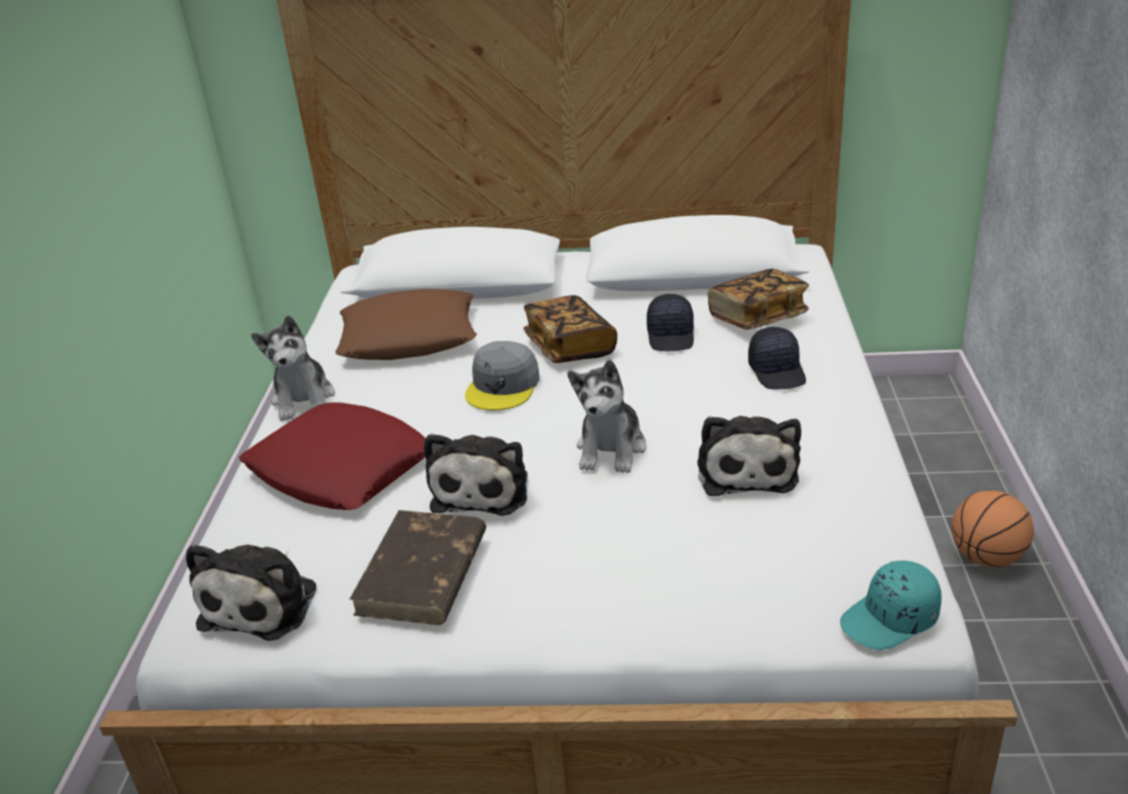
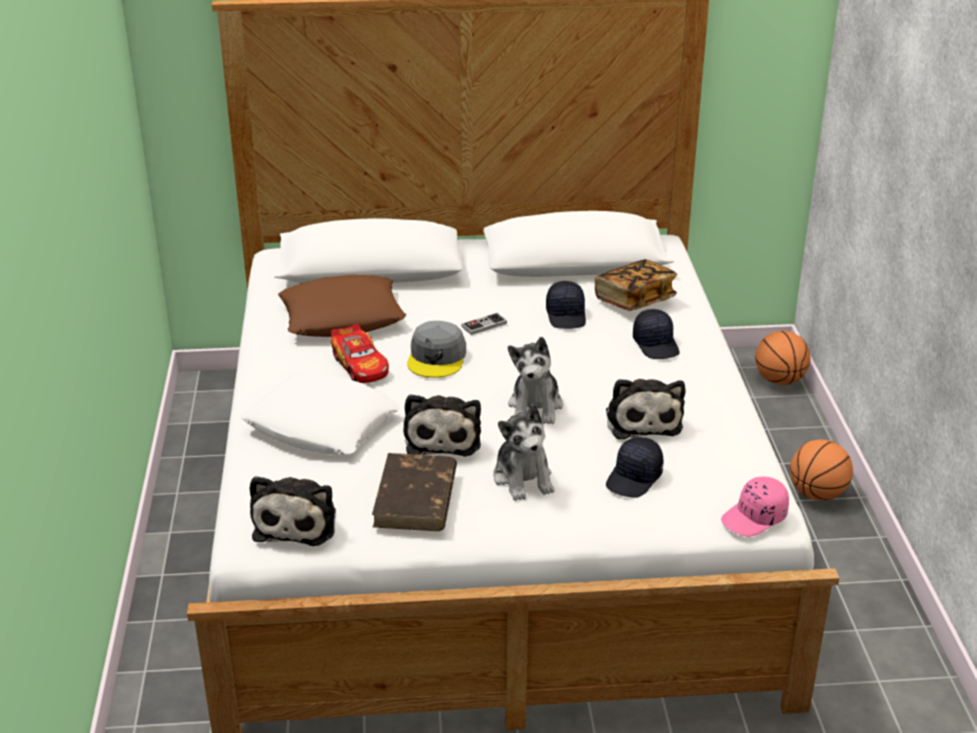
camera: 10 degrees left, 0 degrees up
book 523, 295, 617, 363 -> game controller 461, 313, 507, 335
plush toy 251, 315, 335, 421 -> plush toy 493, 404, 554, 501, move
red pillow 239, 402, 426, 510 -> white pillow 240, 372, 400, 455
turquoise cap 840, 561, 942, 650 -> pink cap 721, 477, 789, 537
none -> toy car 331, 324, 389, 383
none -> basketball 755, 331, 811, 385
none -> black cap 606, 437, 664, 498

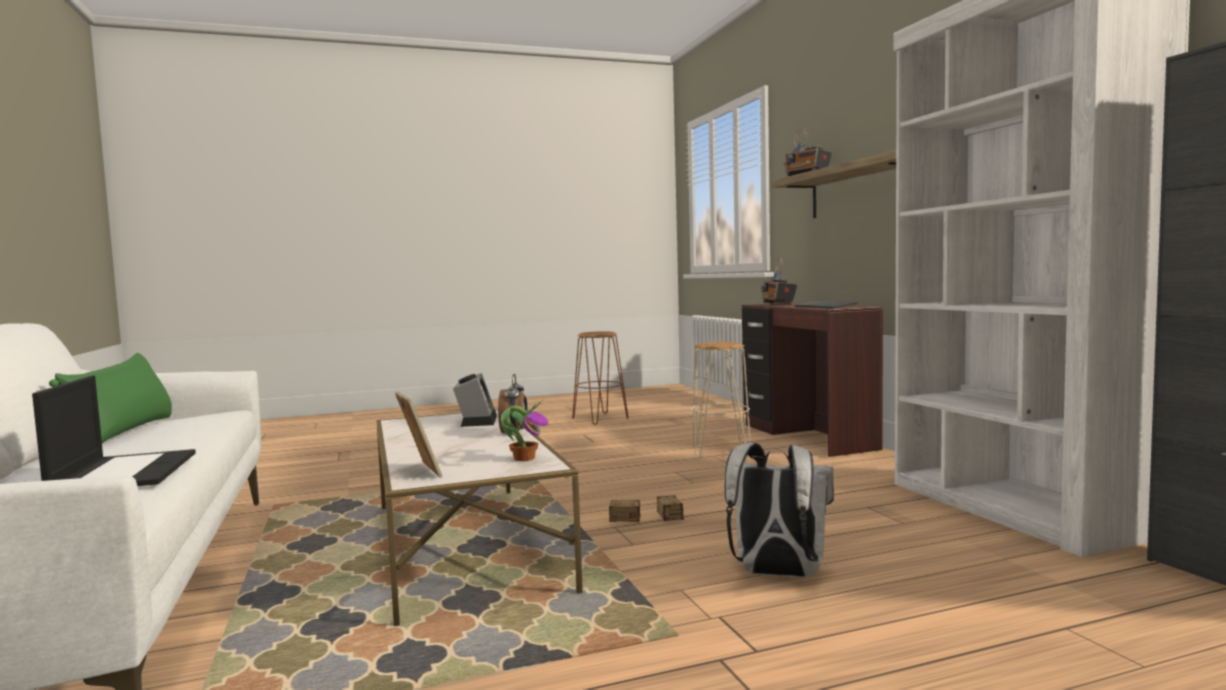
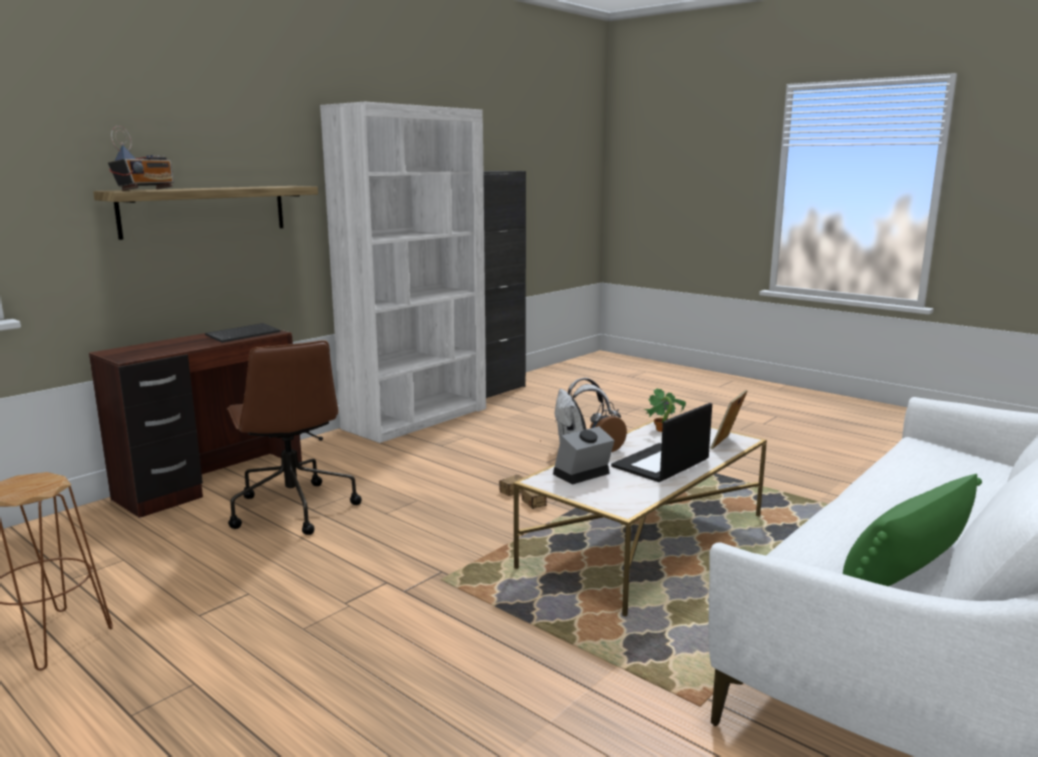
camera: 120 degrees left, 10 degrees up
radio 761, 256, 798, 305 -> none
beige stool 691, 342, 751, 459 -> brown office chair 227, 340, 362, 535
laptop 32, 376, 196, 486 -> laptop 611, 403, 712, 482, move

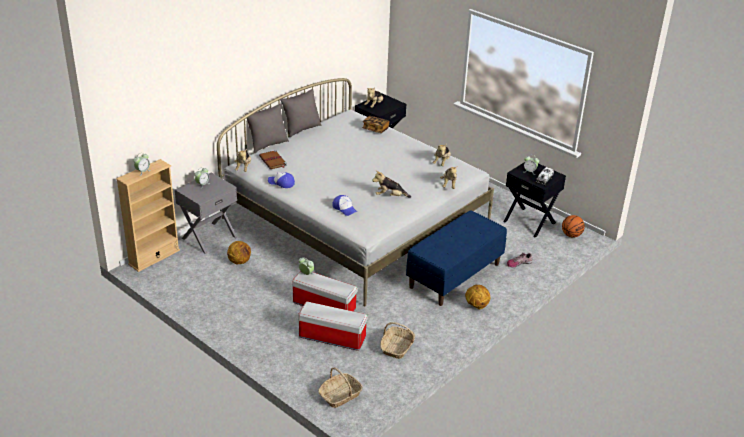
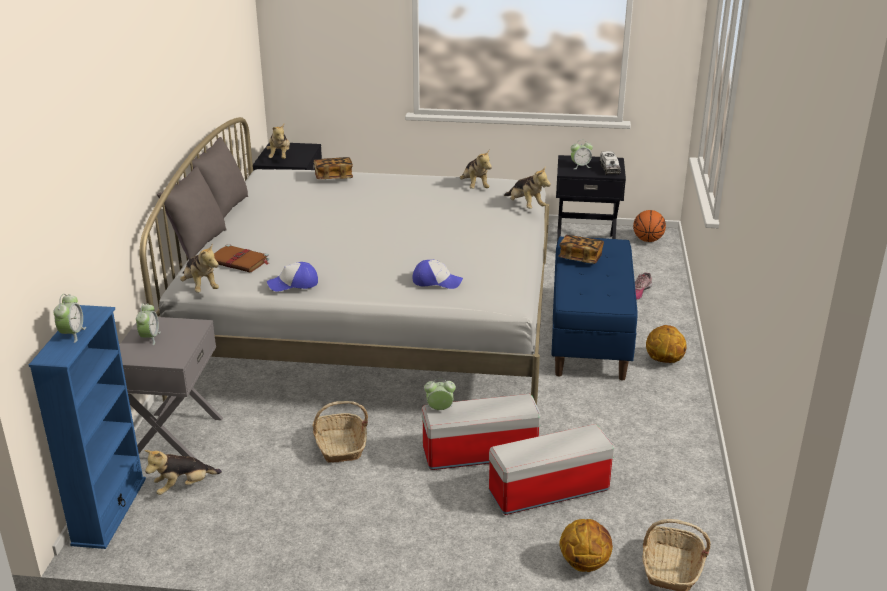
camera: 35 degrees left, 5 degrees down
beige bookcase 116, 159, 180, 272 -> blue bookcase 29, 305, 146, 549
plush toy 372, 170, 411, 198 -> plush toy 144, 450, 222, 495, move
basketball 227, 241, 251, 265 -> basketball 559, 519, 613, 572, move
basket 380, 322, 415, 359 -> basket 312, 401, 368, 463, move
none -> book 558, 235, 604, 264

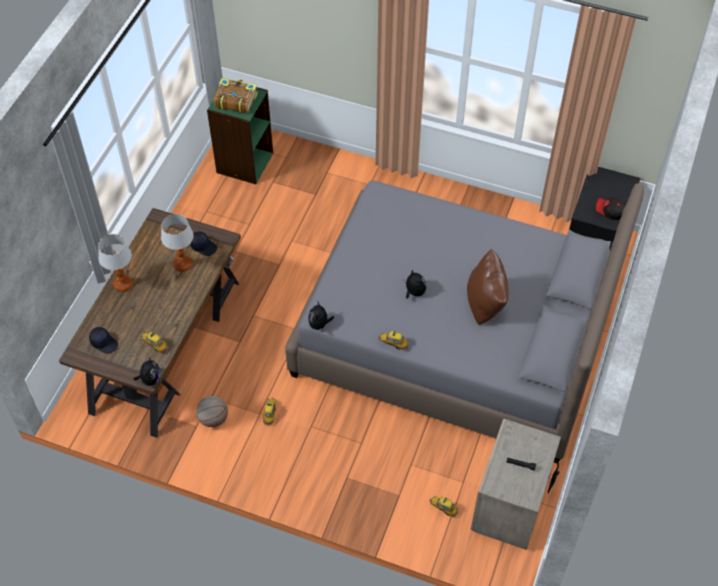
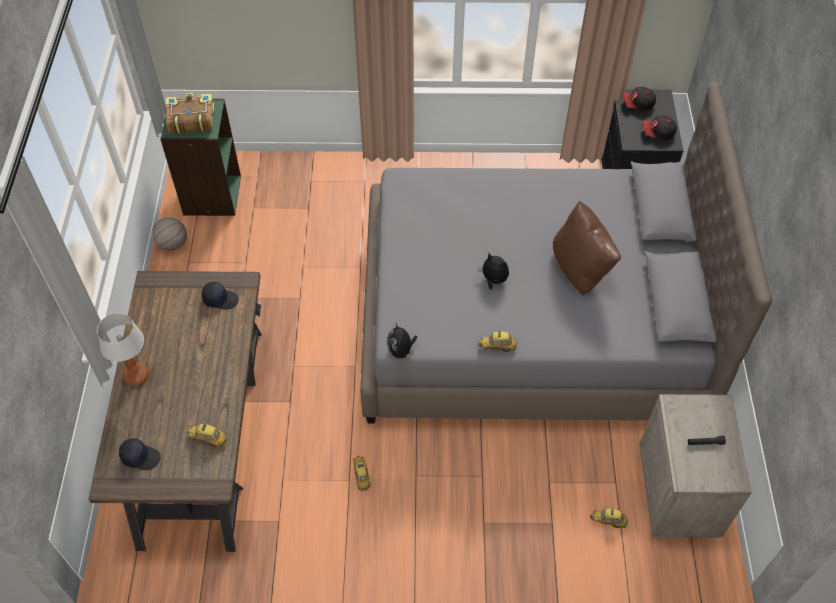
camera: 20 degrees left, 0 degrees up
table lamp 161, 214, 194, 272 -> none
plush toy 134, 357, 160, 386 -> none
basketball 196, 396, 228, 427 -> basketball 153, 217, 187, 251, move
none -> cap 623, 87, 656, 111

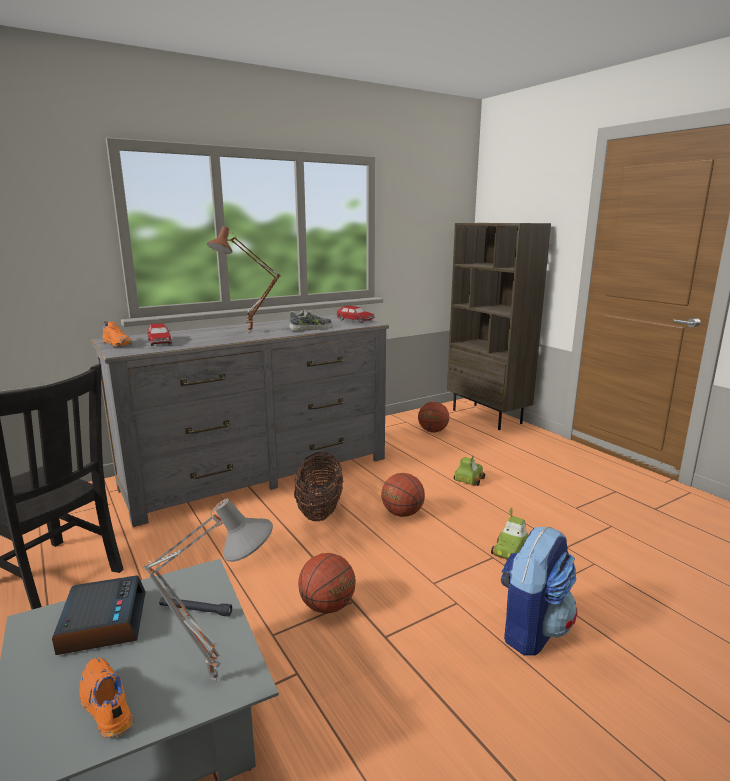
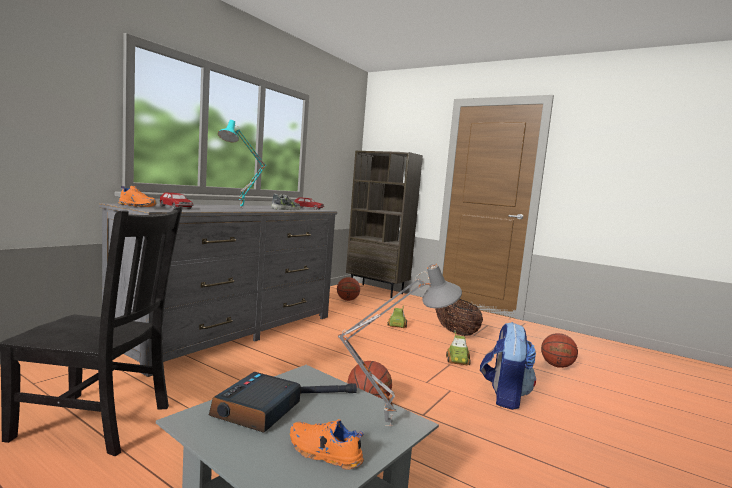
camera: 25 degrees left, 10 degrees down
brown table lamp 207, 226, 281, 331 -> turquoise table lamp 218, 120, 267, 206
basket 294, 452, 343, 521 -> basket 435, 299, 483, 336, move
basketball 381, 473, 425, 517 -> basketball 541, 333, 578, 368, move
alarm clock 52, 575, 146, 655 -> alarm clock 209, 372, 301, 433, 120 degrees counterclockwise

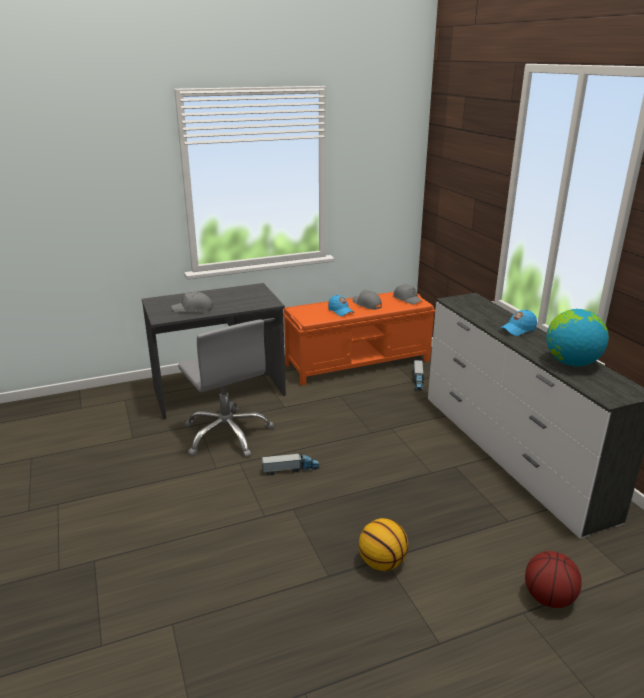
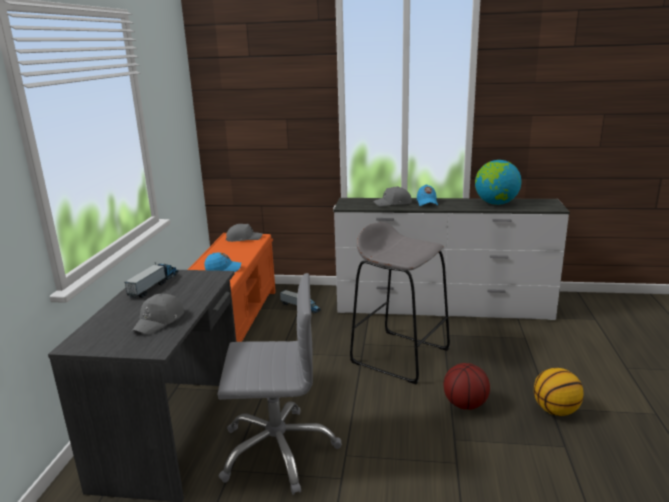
camera: 60 degrees left, 5 degrees down
grey cap 352, 290, 382, 310 -> grey cap 373, 186, 412, 207, move
toy truck 261, 452, 319, 475 -> toy truck 125, 263, 179, 298, move
basketball 525, 551, 582, 608 -> basketball 444, 363, 490, 410, move
none -> grey stool 350, 222, 450, 384

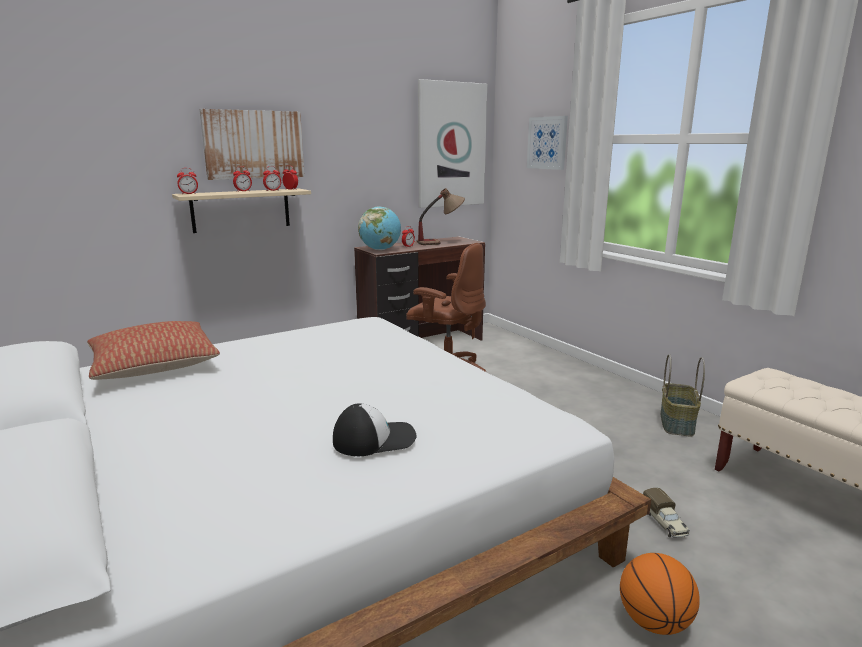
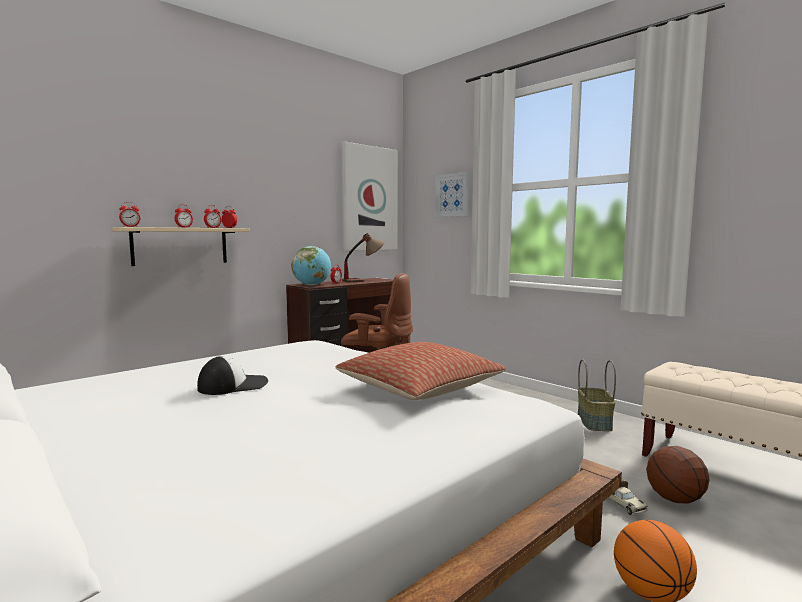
camera: 10 degrees left, 10 degrees down
picture 199, 109, 305, 180 -> none
pillow 87, 321, 220, 380 -> pillow 335, 342, 506, 400, move
cap 333, 404, 416, 456 -> cap 197, 356, 268, 395, move
none -> basketball 646, 446, 710, 504

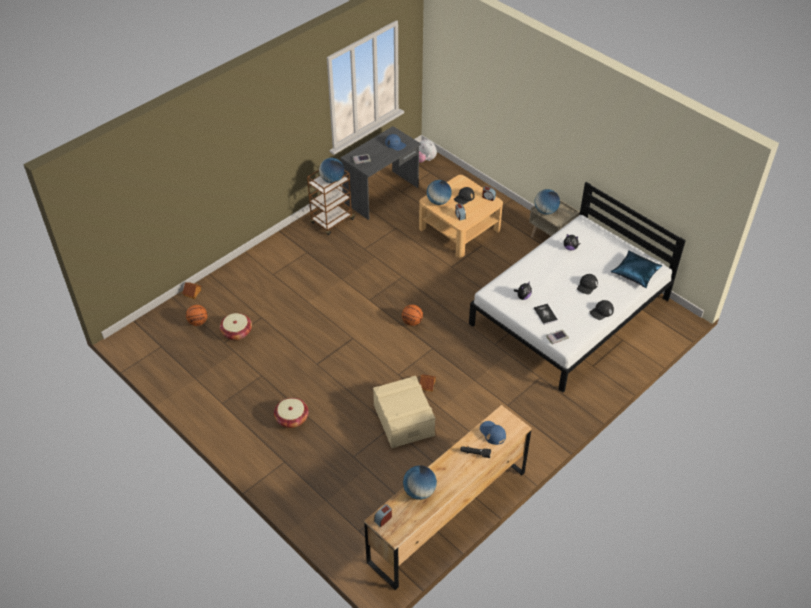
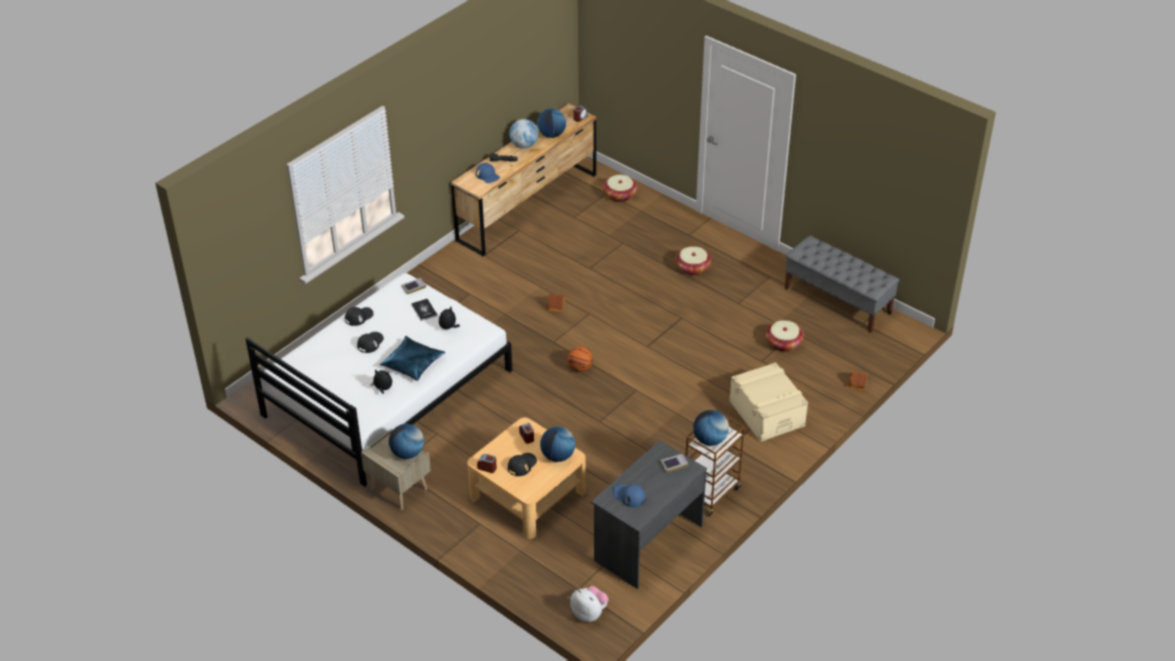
camera: 175 degrees right, 5 degrees down
blue pillow 611, 251, 662, 288 -> blue pillow 380, 336, 445, 381, move
basketball 186, 305, 208, 326 -> none
beige storage box 373, 376, 435, 448 -> beige storage box 729, 362, 808, 442, move
none -> globe 509, 119, 539, 148
none -> basket 603, 175, 637, 202
none -> grey bench 785, 235, 899, 333

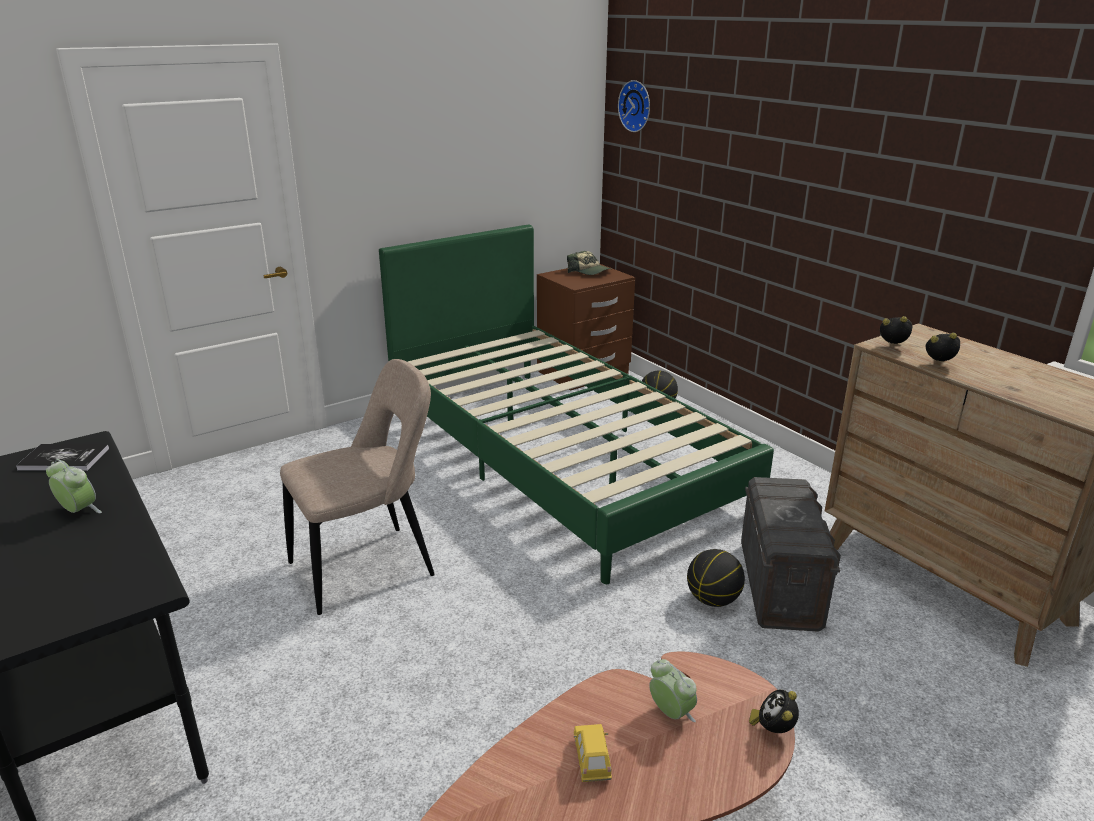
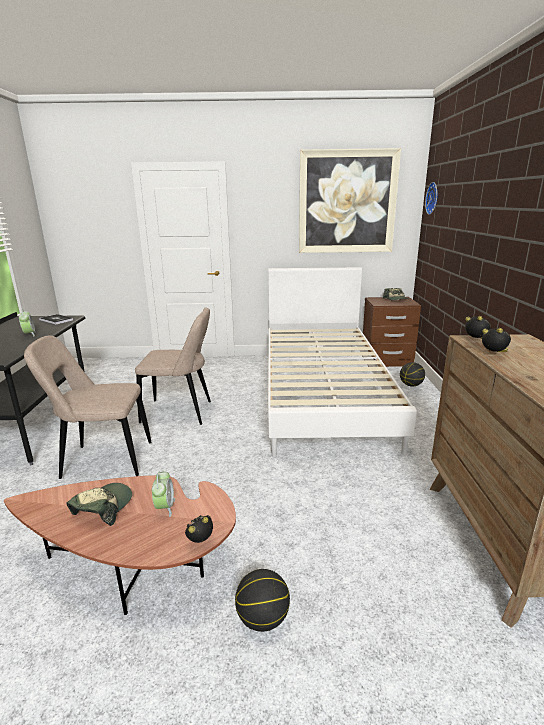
camera: 35 degrees right, 5 degrees down
green bed 379, 225, 774, 584 -> white bed 268, 267, 417, 457
grey storage box 741, 477, 841, 632 -> none
basketball 687, 549, 745, 607 -> basketball 235, 569, 290, 632, move
yellow toy car 574, 724, 612, 782 -> cap 67, 483, 132, 526
none -> picture 299, 148, 401, 253
none -> beige chair 24, 335, 152, 479

